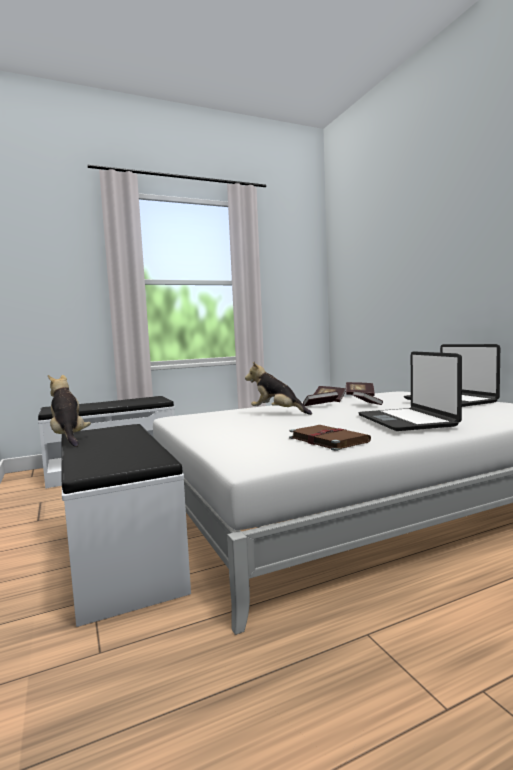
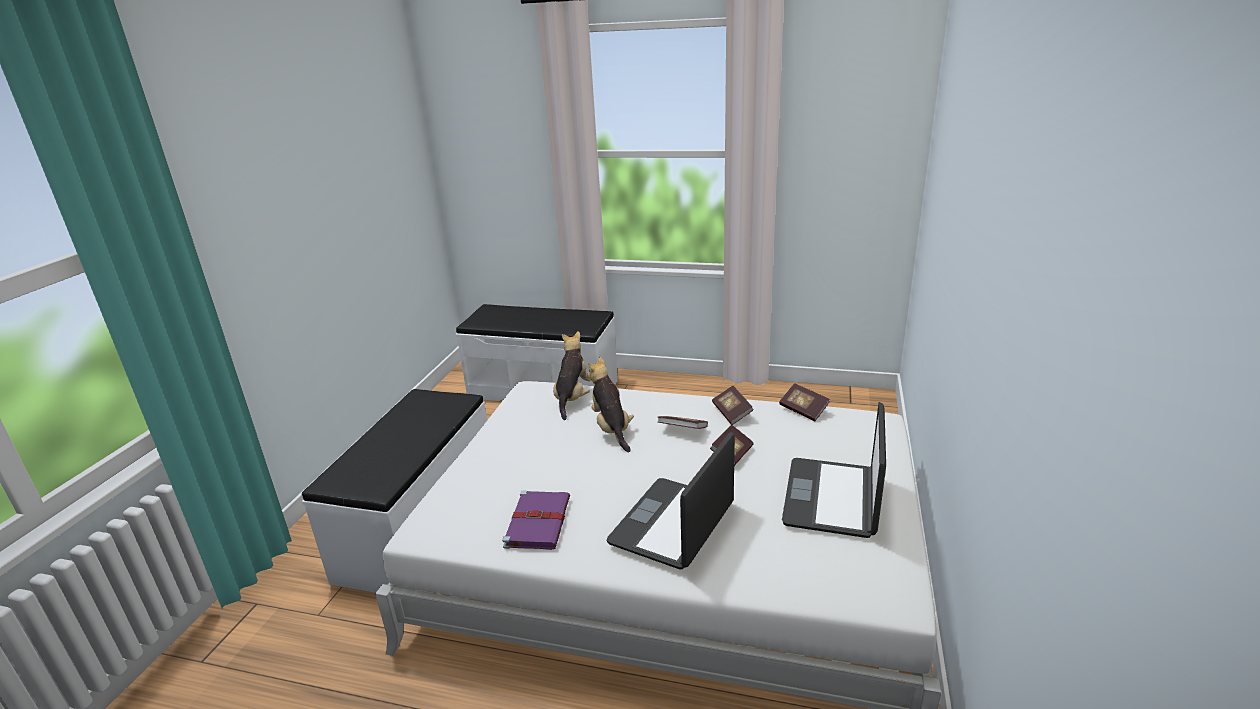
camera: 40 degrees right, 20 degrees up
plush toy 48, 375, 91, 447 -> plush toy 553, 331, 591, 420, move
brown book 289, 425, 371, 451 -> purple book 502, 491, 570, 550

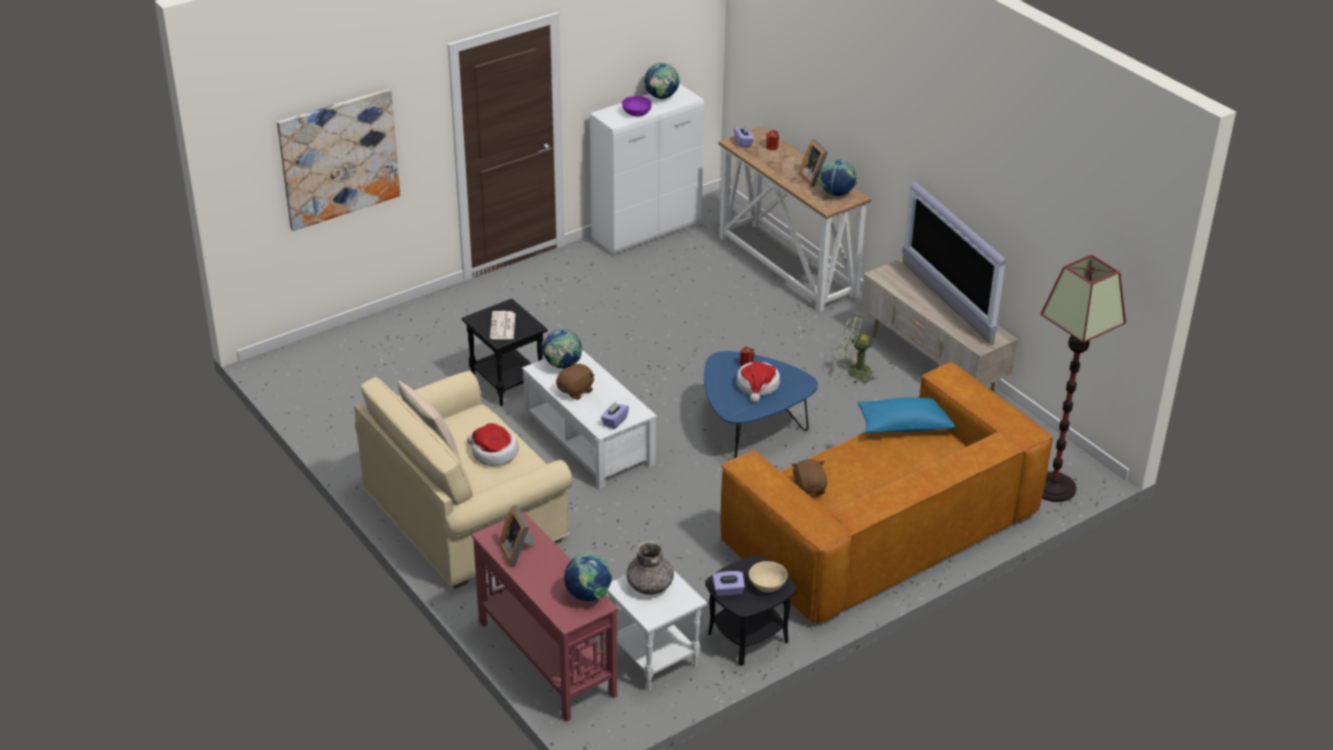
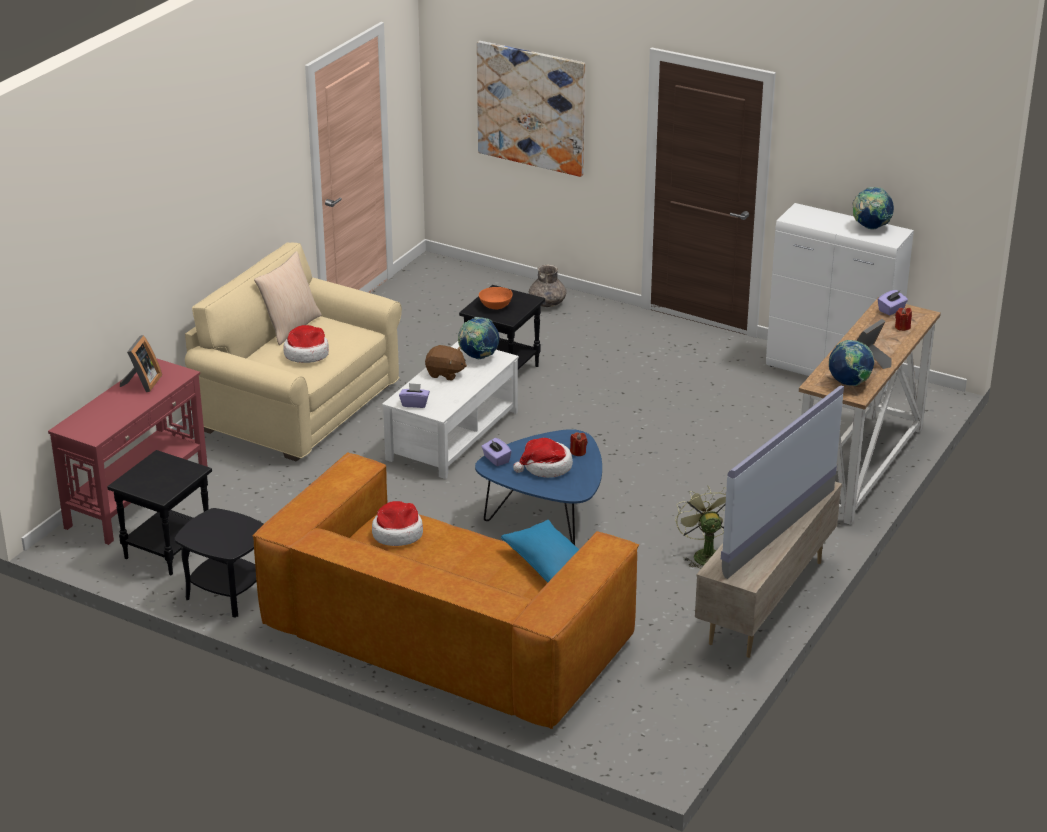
camera: 65 degrees right, 5 degrees down
purple bowl 622, 96, 652, 116 -> none
floor lamp 1041, 255, 1126, 502 -> none
newspaper 490, 311, 516, 339 -> orange bowl 479, 287, 513, 309
brown plush toy 792, 459, 827, 495 -> hat 372, 501, 423, 546
picture frame 499, 505, 535, 567 -> picture frame 120, 335, 162, 392, 150 degrees clockwise
grey vase 626, 541, 674, 595 -> grey vase 529, 264, 566, 307, move
globe 564, 552, 612, 602 -> none
beige bowl 749, 561, 788, 592 -> none
white side table 607, 571, 707, 690 -> black side table 107, 450, 212, 575
purple tissue box 712, 571, 745, 596 -> purple tissue box 481, 438, 512, 466, move

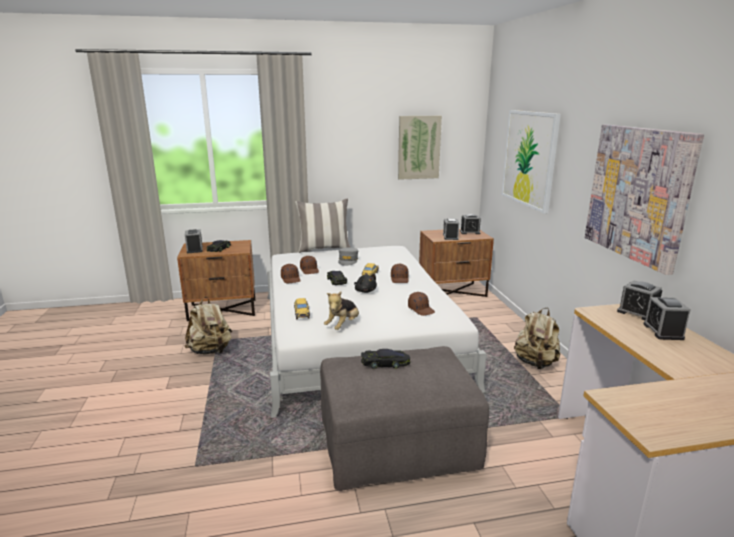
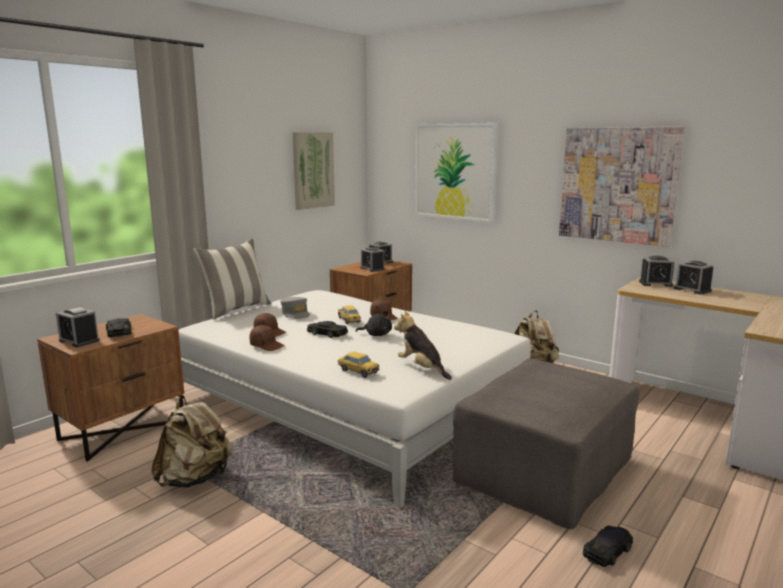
camera: 40 degrees left, 5 degrees down
plush toy 324, 292, 359, 330 -> plush toy 394, 310, 452, 380, 150 degrees clockwise
brown cap 408, 292, 435, 316 -> none
black toy car 361, 349, 410, 369 -> black toy car 583, 526, 633, 567, move

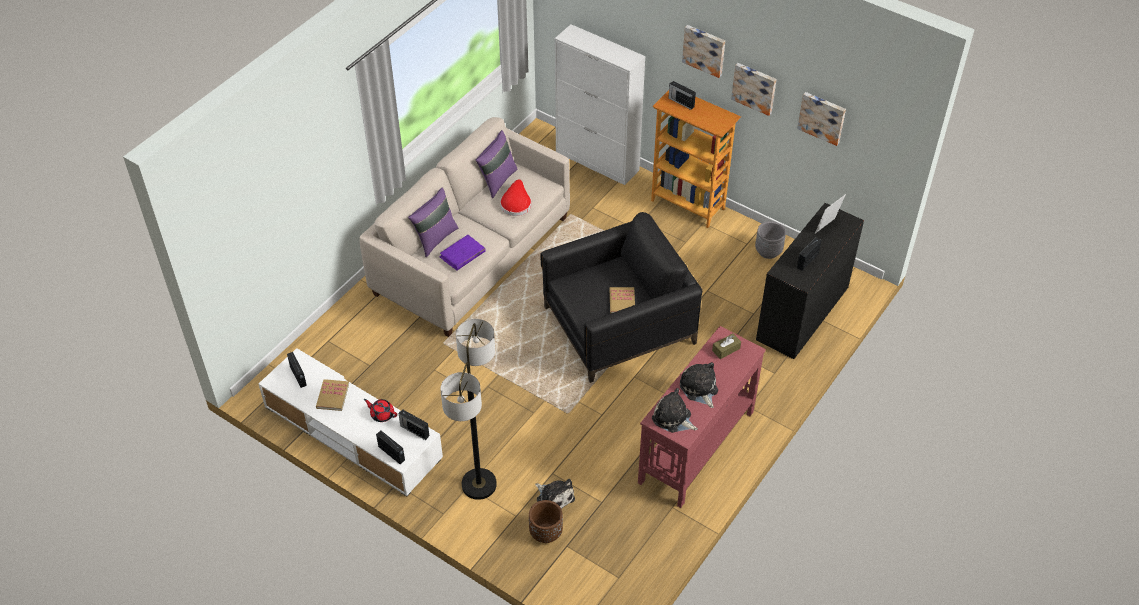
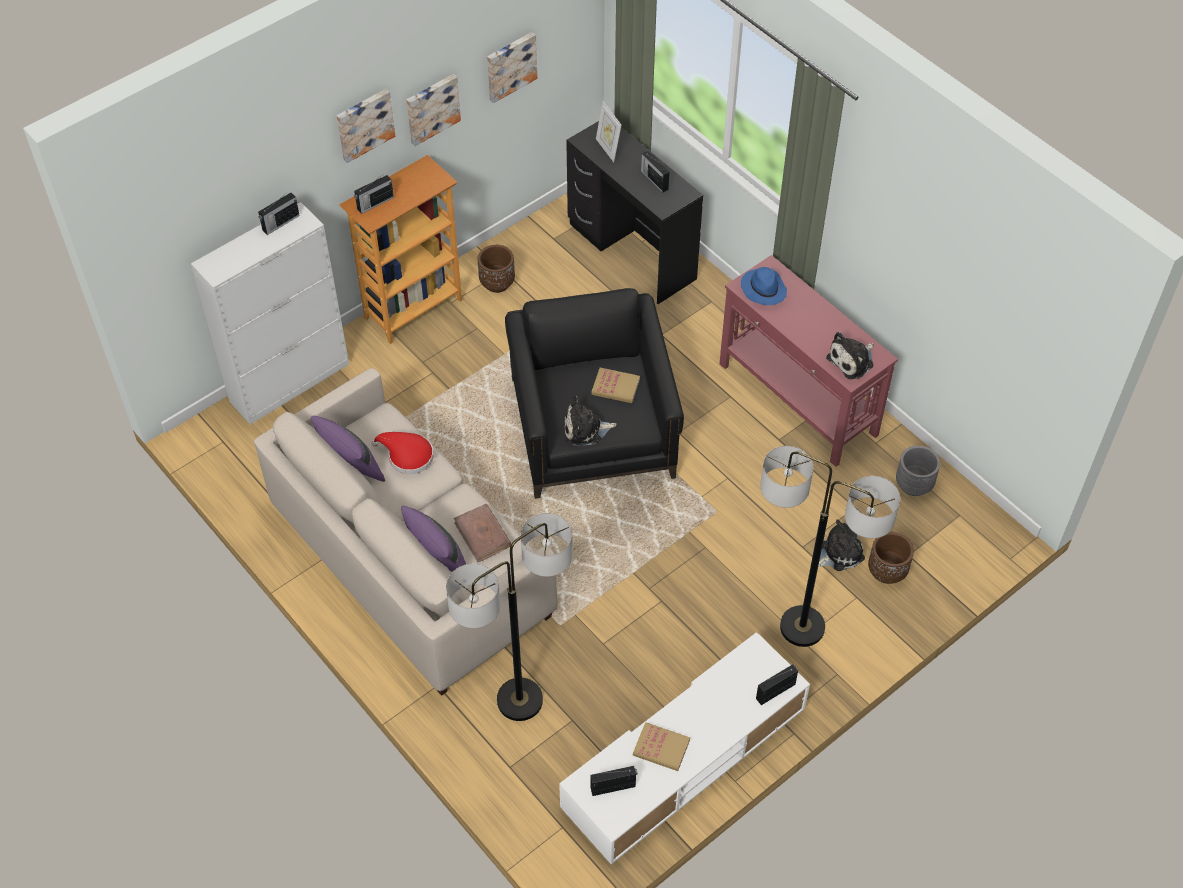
camera: 75 degrees left, 5 degrees up
grey planter 755, 221, 786, 259 -> grey planter 896, 445, 940, 496, move
purple book 440, 235, 486, 270 -> brown book 454, 504, 512, 562
brown tissue box 712, 333, 741, 359 -> blue hat 741, 267, 787, 305
plush toy 680, 362, 718, 408 -> plush toy 565, 396, 617, 447, move
red teapot 364, 399, 397, 422 -> none
radio 398, 409, 430, 440 -> radio 258, 193, 300, 235, move
none -> brown planter 478, 245, 515, 293
none -> floor lamp 446, 513, 573, 721

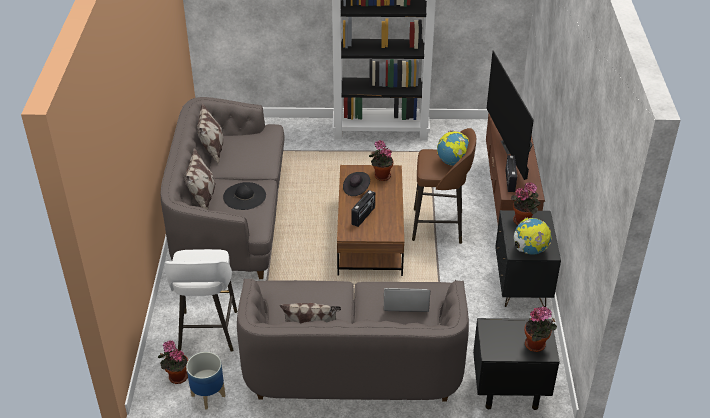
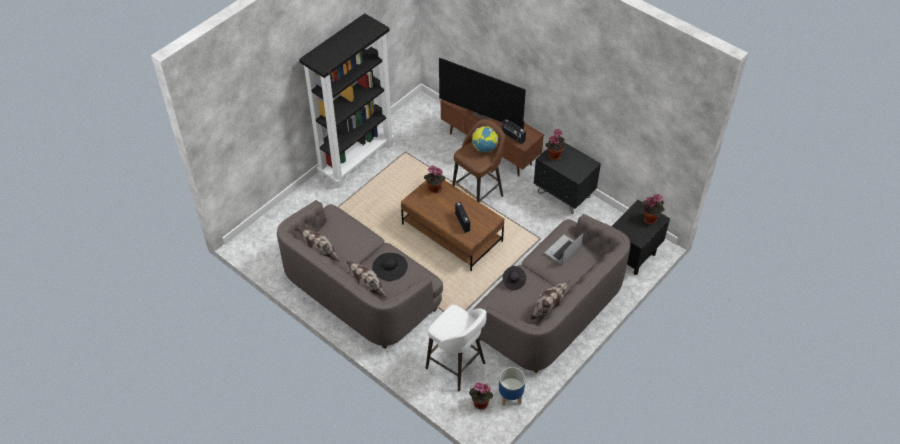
camera: 50 degrees left, 10 degrees up
black hat 343, 172, 370, 196 -> black hat 502, 266, 526, 290, move
globe 514, 218, 552, 255 -> none

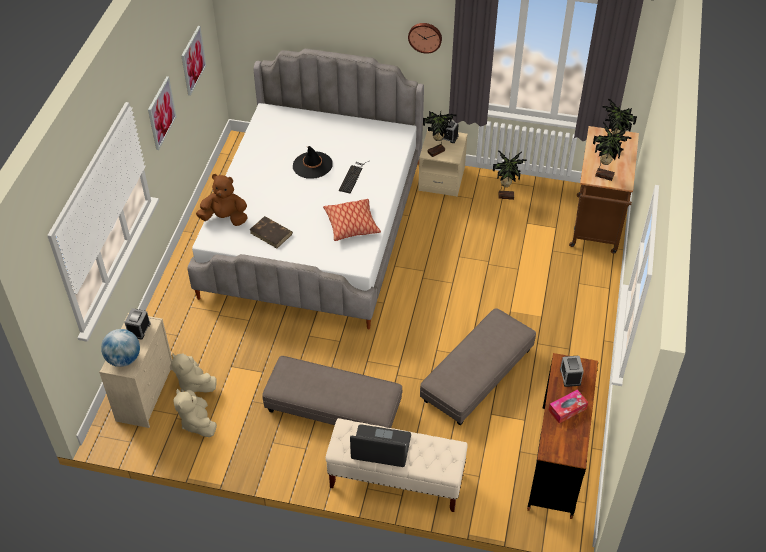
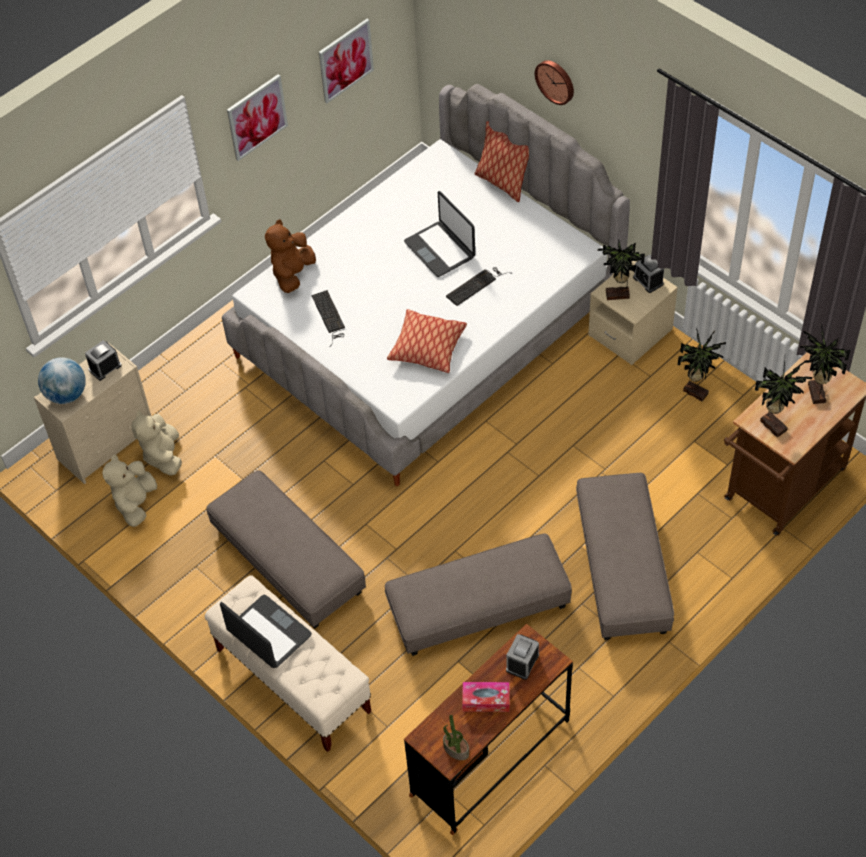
camera: 35 degrees right, 5 degrees up
wall clock 408, 23, 442, 54 -> wall clock 535, 60, 574, 105, move
black hat 293, 146, 333, 179 -> laptop 404, 191, 475, 277
brown plush toy 196, 174, 247, 226 -> brown plush toy 265, 219, 316, 293, 105 degrees counterclockwise
brown book 249, 216, 293, 248 -> keyboard 311, 290, 345, 347
none -> pillow 475, 121, 529, 202
none -> grey ottoman 576, 473, 674, 640
none -> potted plant 443, 715, 469, 760

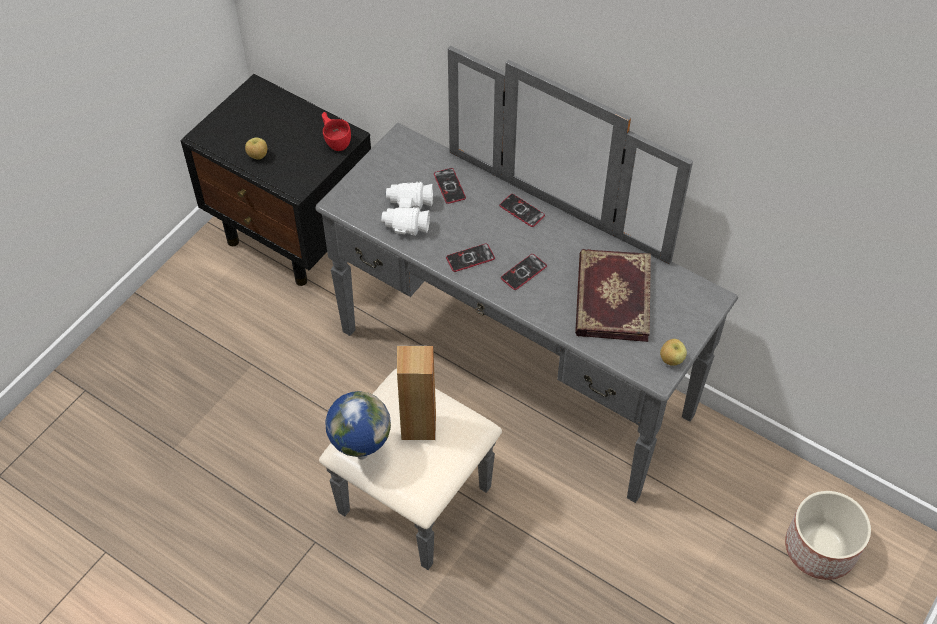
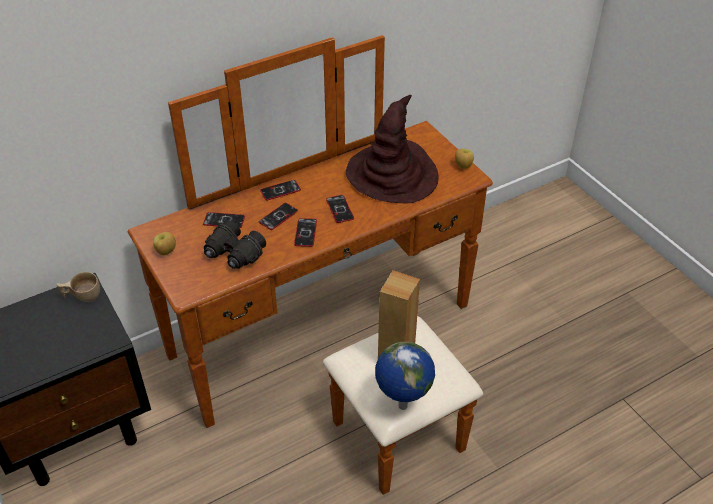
camera: 65 degrees left, 10 degrees down
grey dresser 316, 46, 738, 570 -> brown dresser 128, 35, 493, 495
red cup 322, 112, 351, 151 -> beige cup 56, 272, 100, 302
apple 245, 137, 267, 160 -> apple 153, 232, 176, 256, move
white binoculars 381, 182, 433, 236 -> black binoculars 204, 220, 266, 269
book 575, 249, 651, 342 -> brown hat 346, 95, 439, 204
planter 785, 491, 871, 580 -> none
none -> phone 259, 203, 298, 230

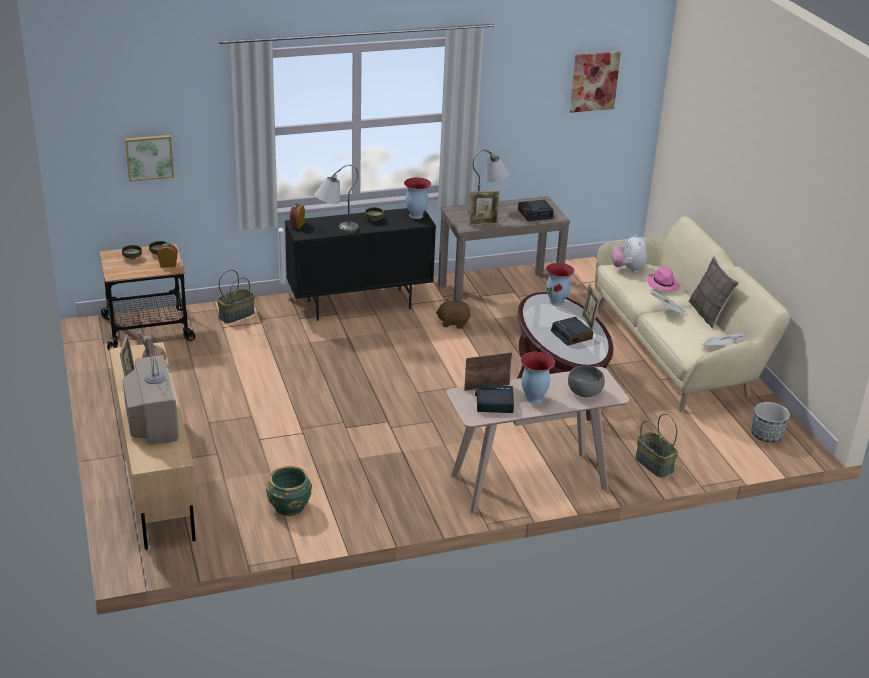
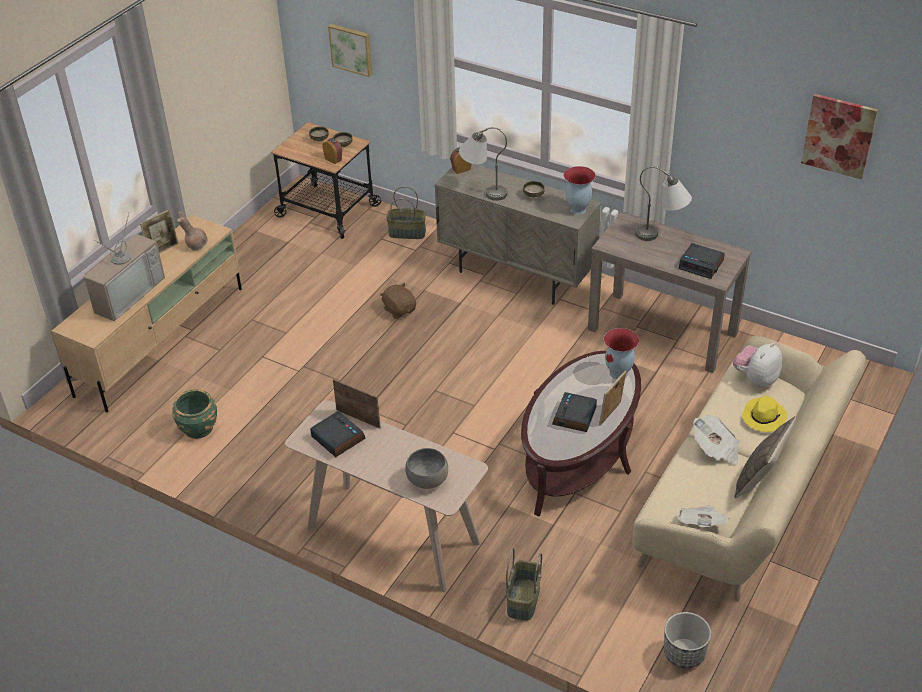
camera: 50 degrees right, 10 degrees up
picture frame 469, 190, 500, 226 -> none
black cabinet 285, 208, 436, 321 -> beige cabinet 434, 164, 601, 305
pink hat 647, 267, 680, 291 -> yellow hat 742, 396, 787, 432
brown plush toy 436, 299, 471, 329 -> brown plush toy 380, 283, 416, 319, move
vase 520, 352, 555, 404 -> none

